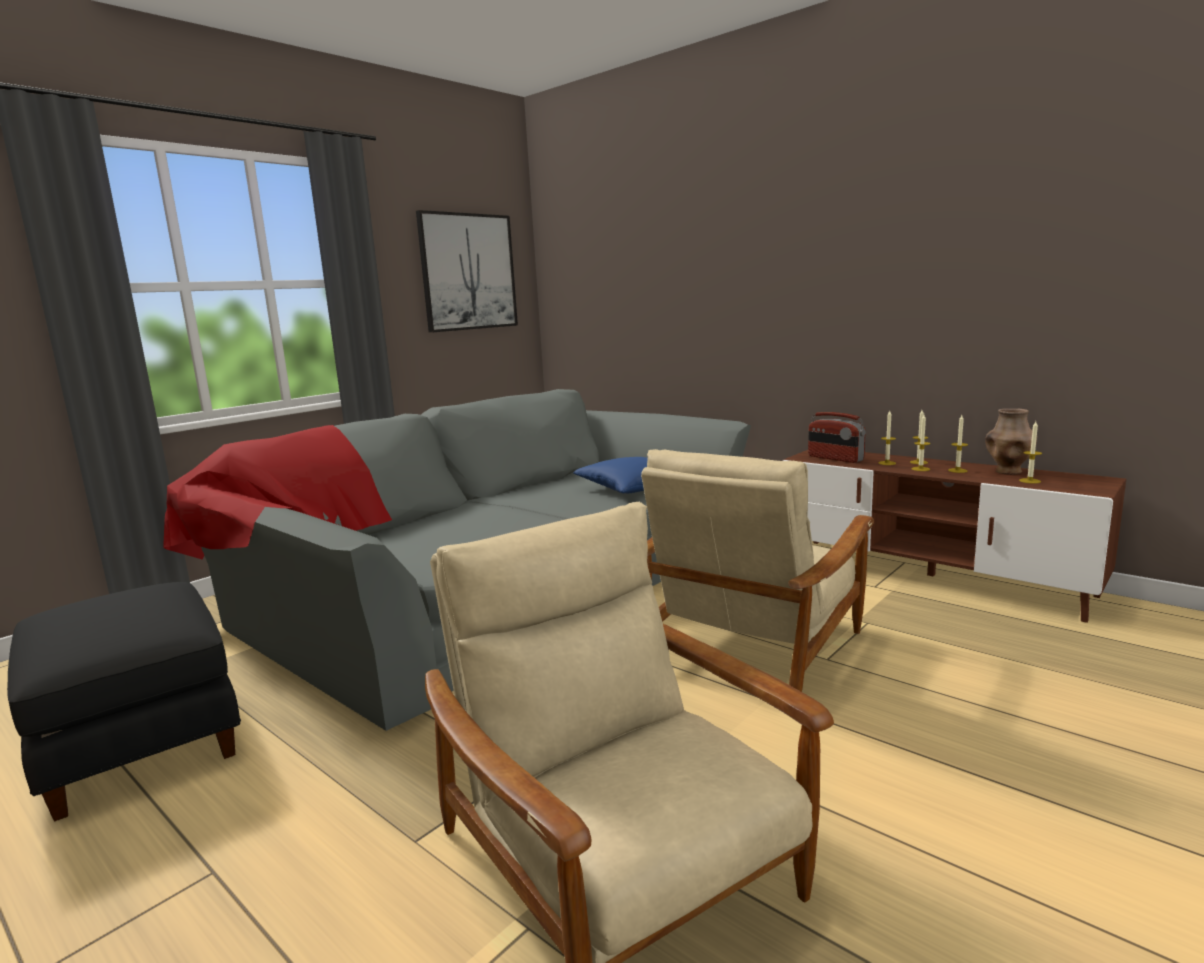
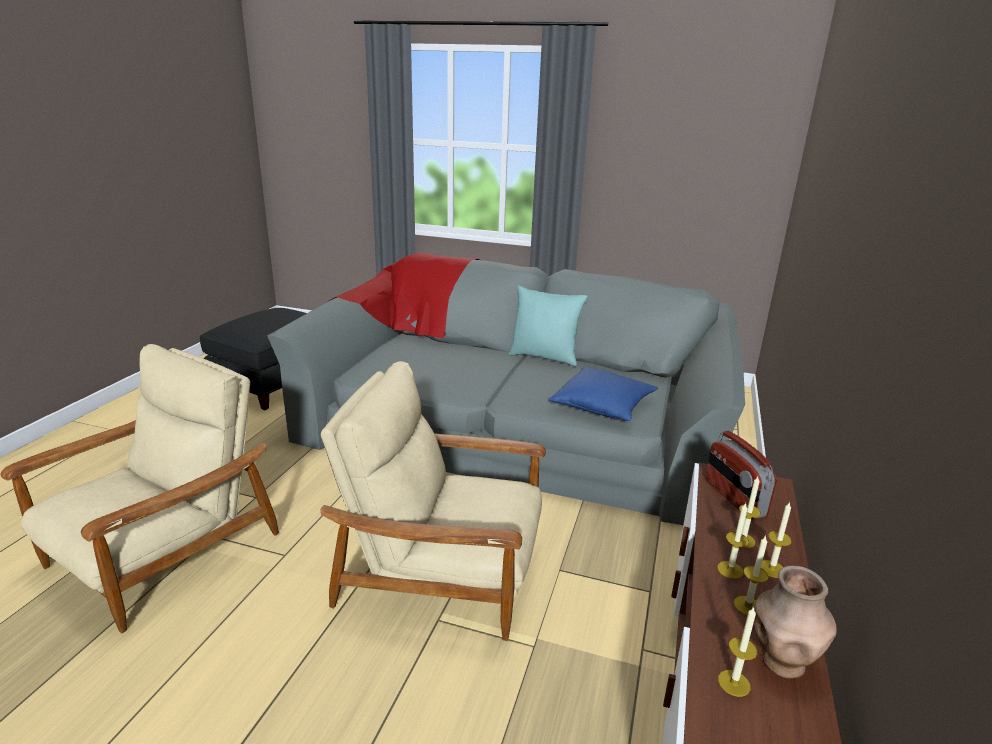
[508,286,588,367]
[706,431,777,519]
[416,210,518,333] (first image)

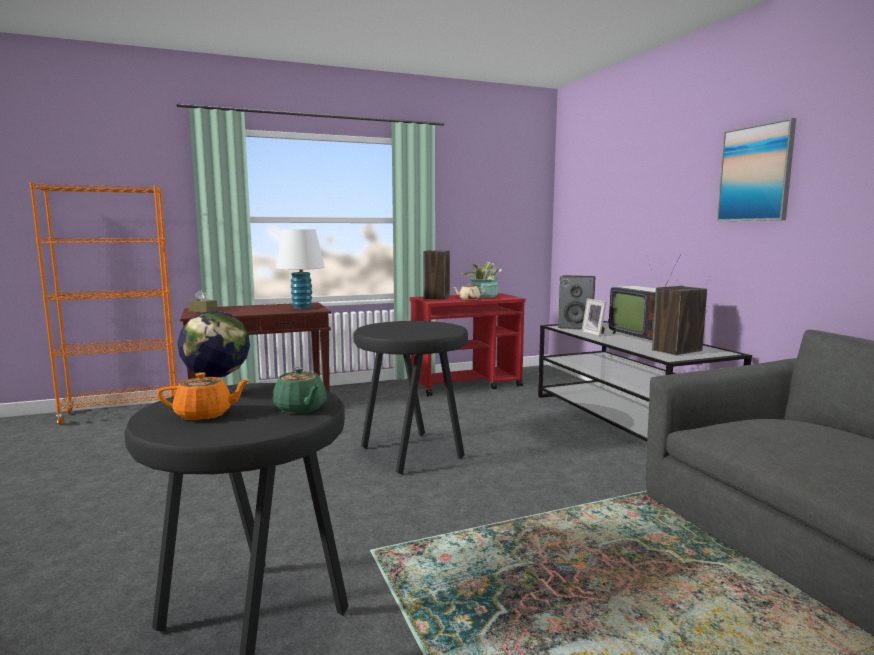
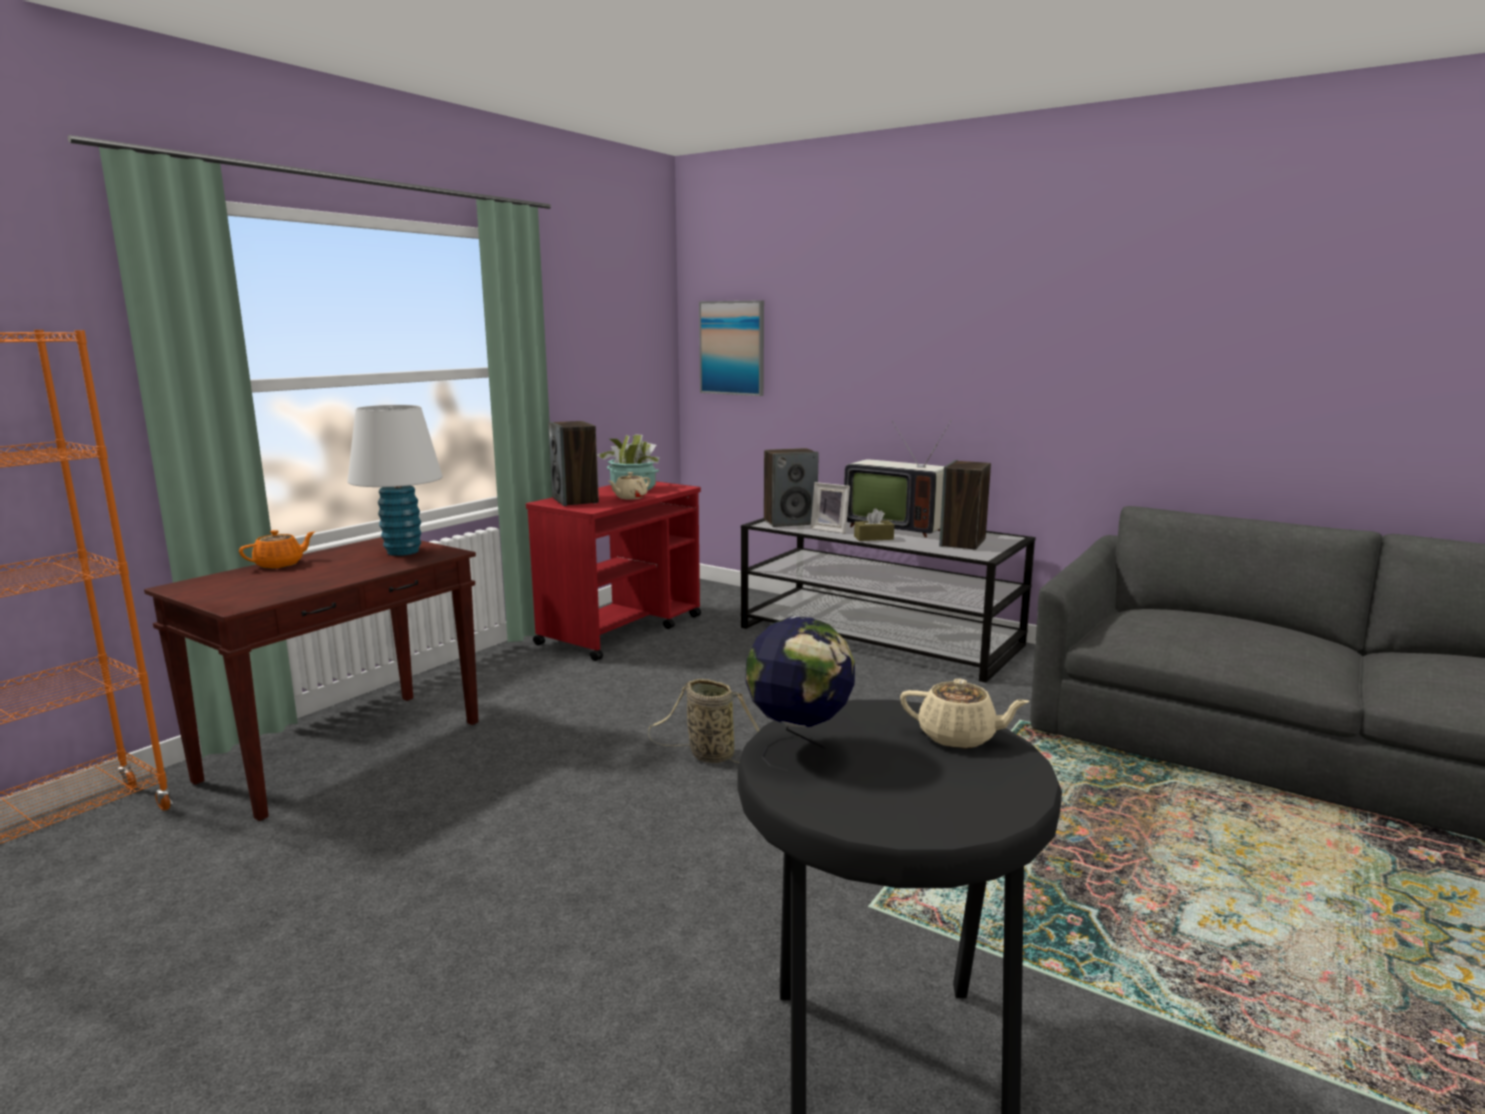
[239,530,315,569]
[648,679,760,763]
[699,300,764,396]
[854,508,894,541]
[900,678,1030,748]

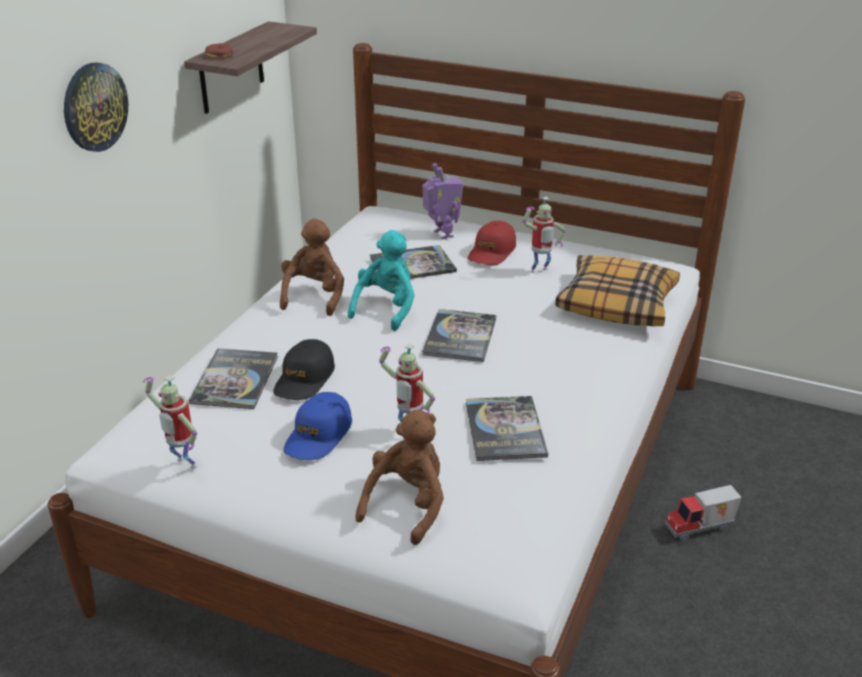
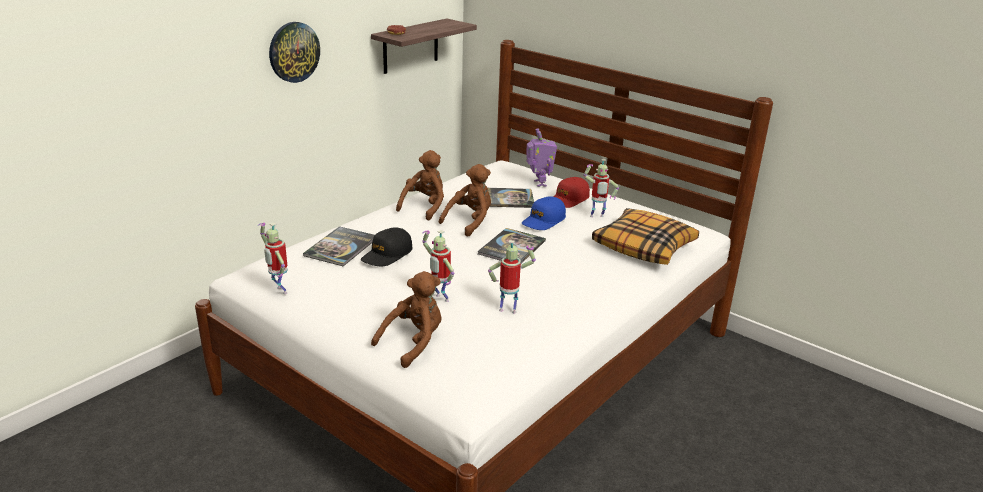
[439,164,491,237]
[488,240,536,314]
[522,196,566,230]
[665,485,742,541] (first image)

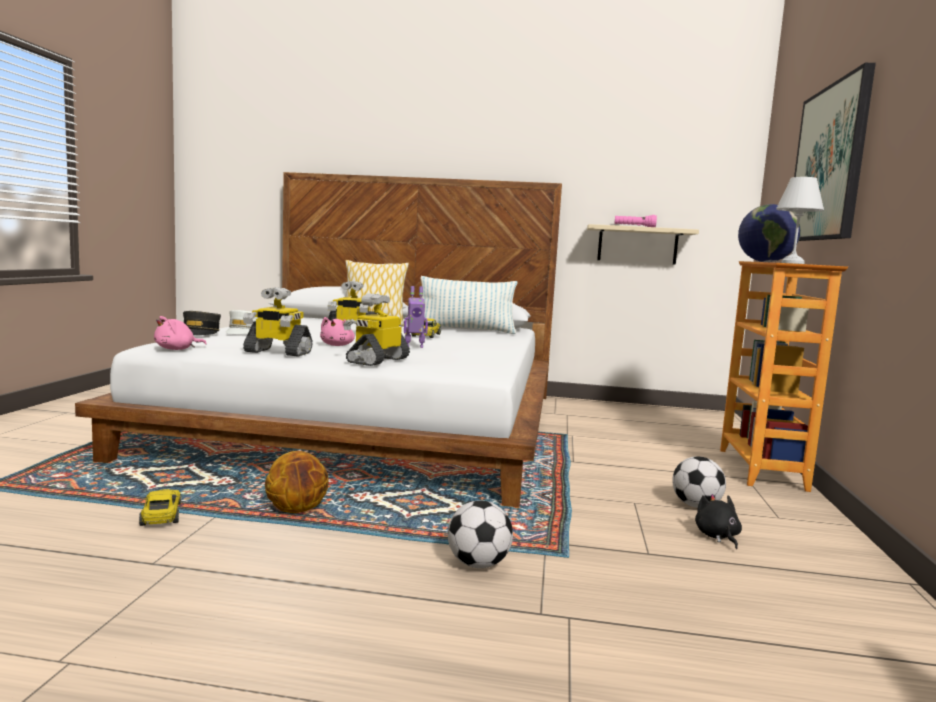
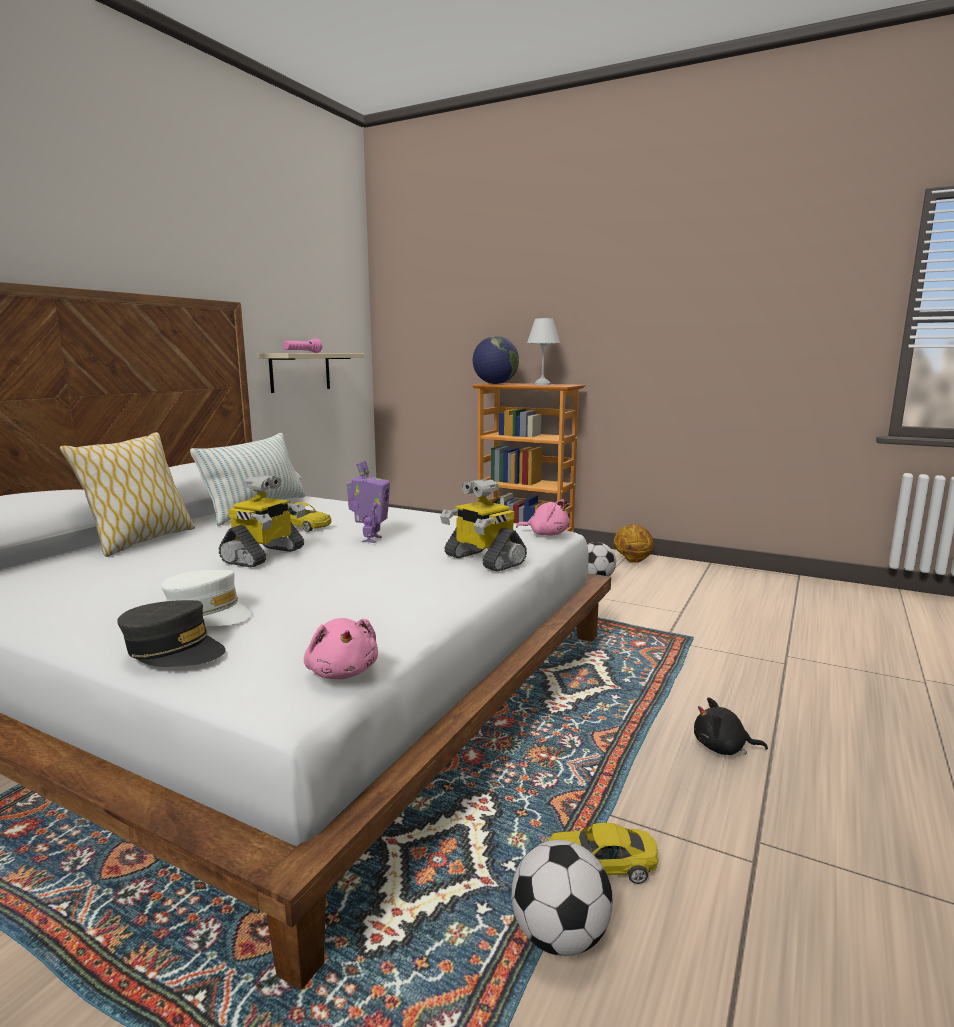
[511,840,613,956]
[516,499,570,536]
[614,524,653,563]
[694,697,768,755]
[243,288,313,357] (first image)
[792,63,876,241] (first image)

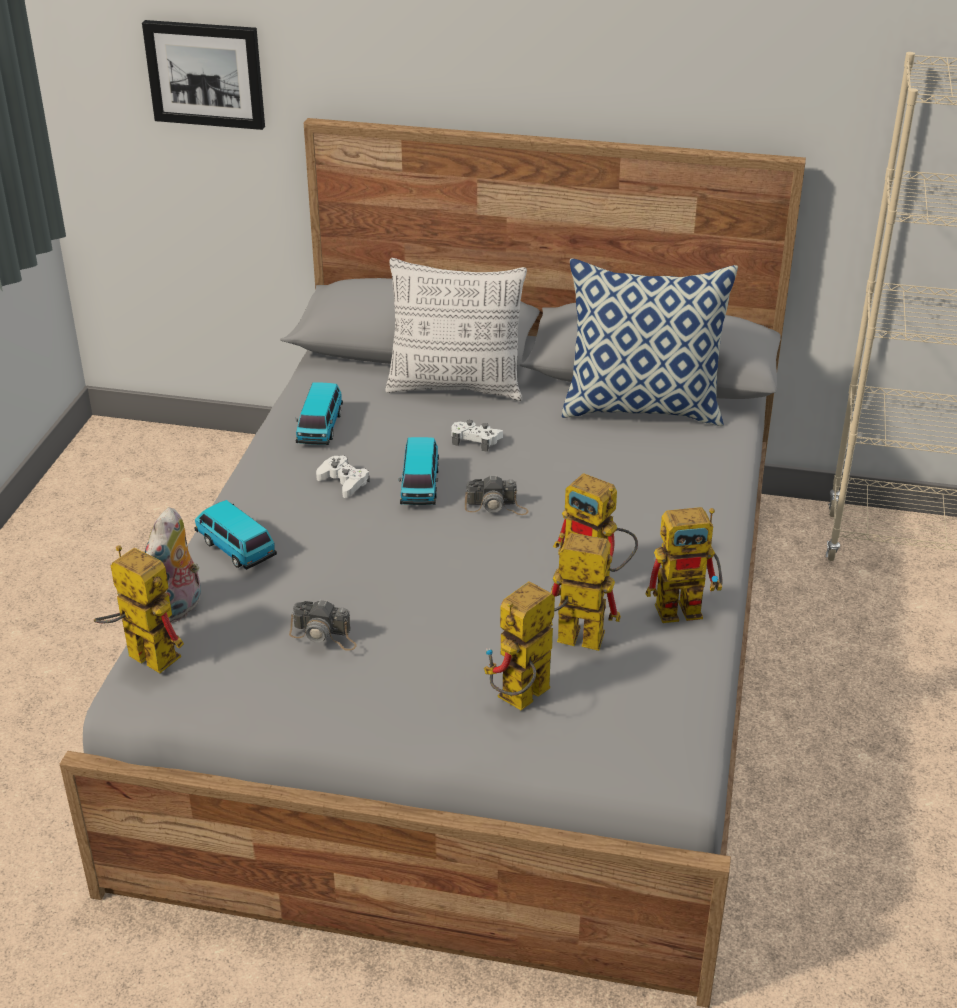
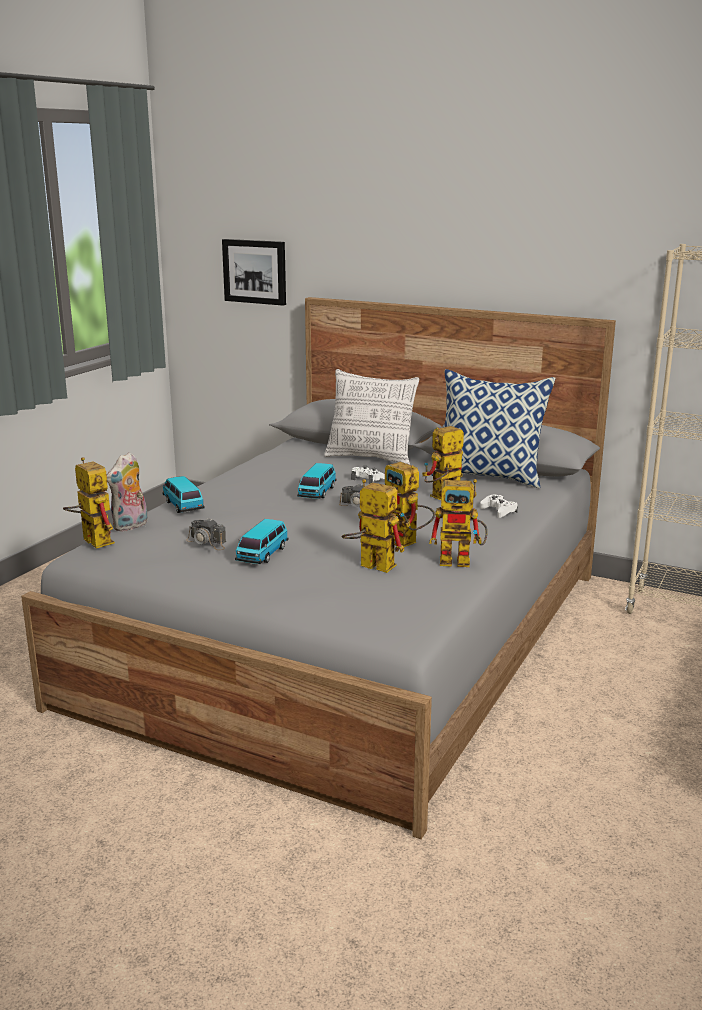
[235,519,289,564]
[422,426,464,500]
[480,495,518,518]

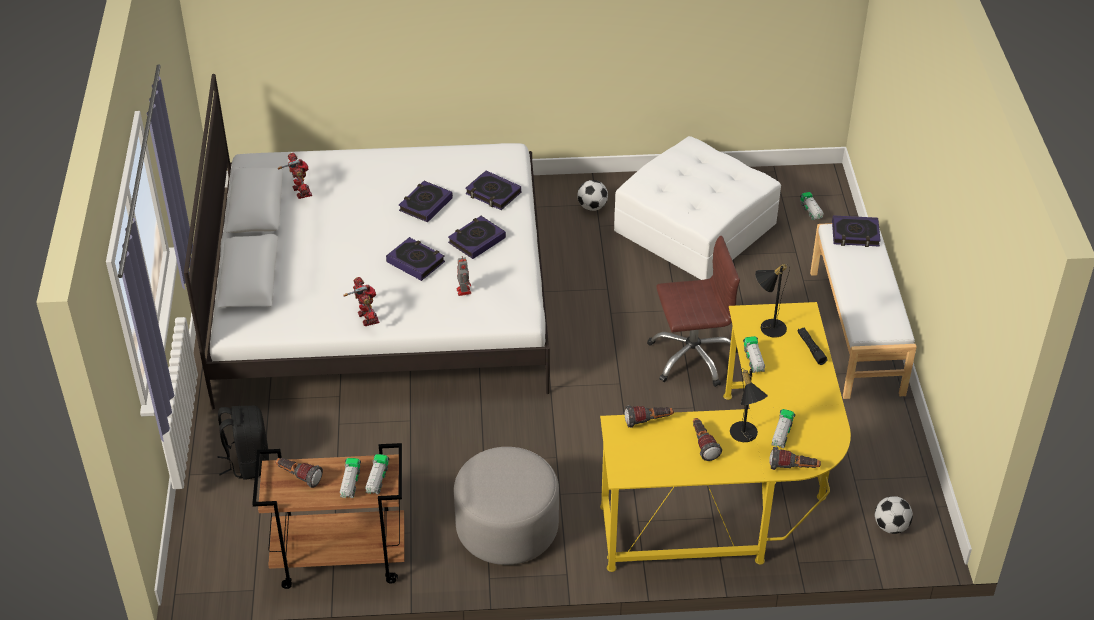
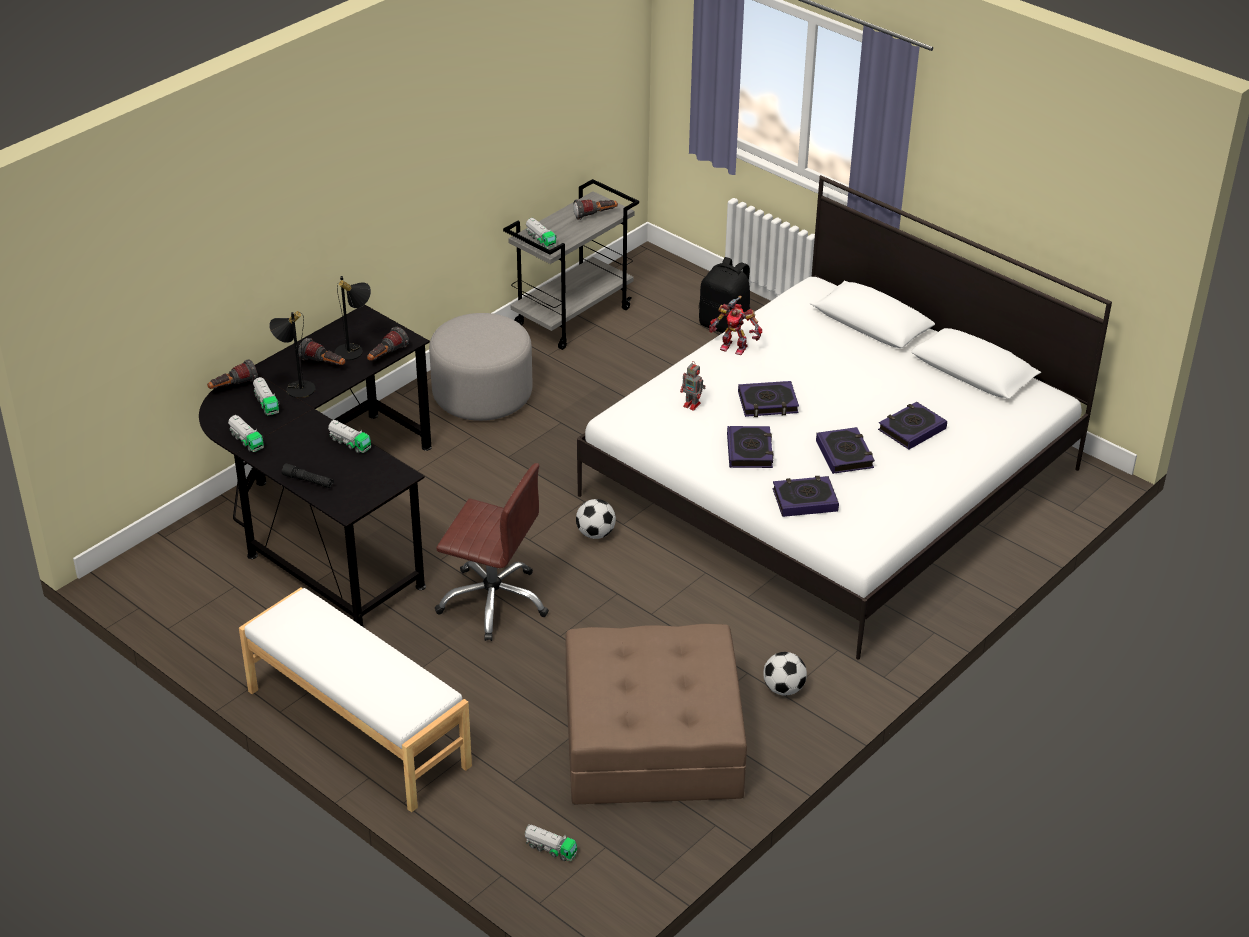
[199,305,432,628]
[228,415,264,452]
[334,276,371,360]
[435,463,549,641]
[503,179,639,350]
[565,624,747,804]
[576,499,616,539]
[878,402,947,450]
[278,152,312,199] (first image)

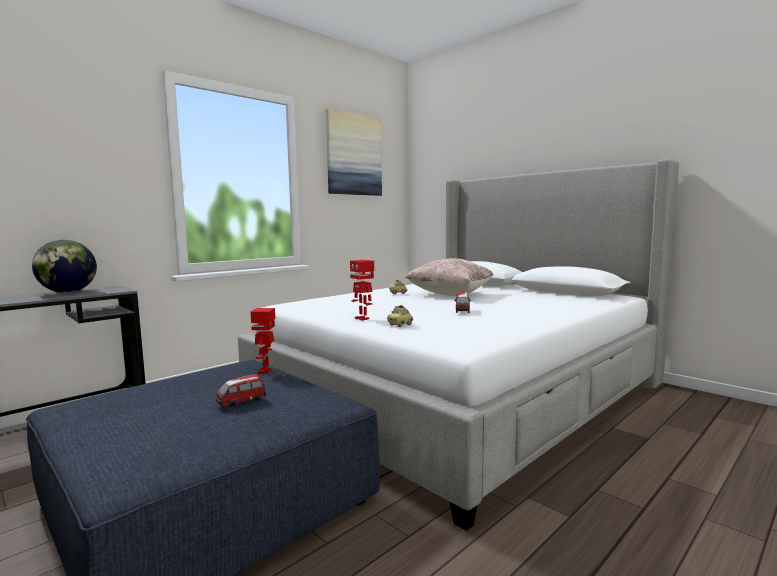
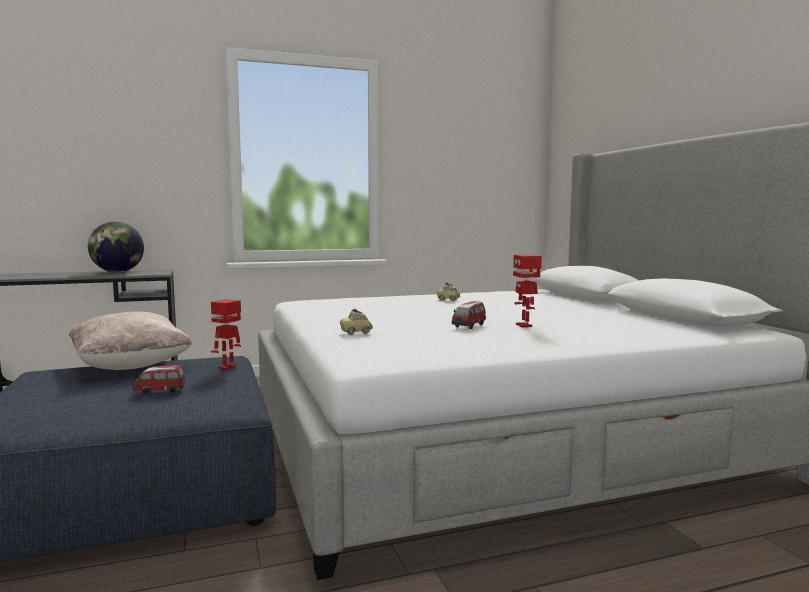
[69,312,192,370]
[513,255,542,327]
[326,108,382,196] (first image)

